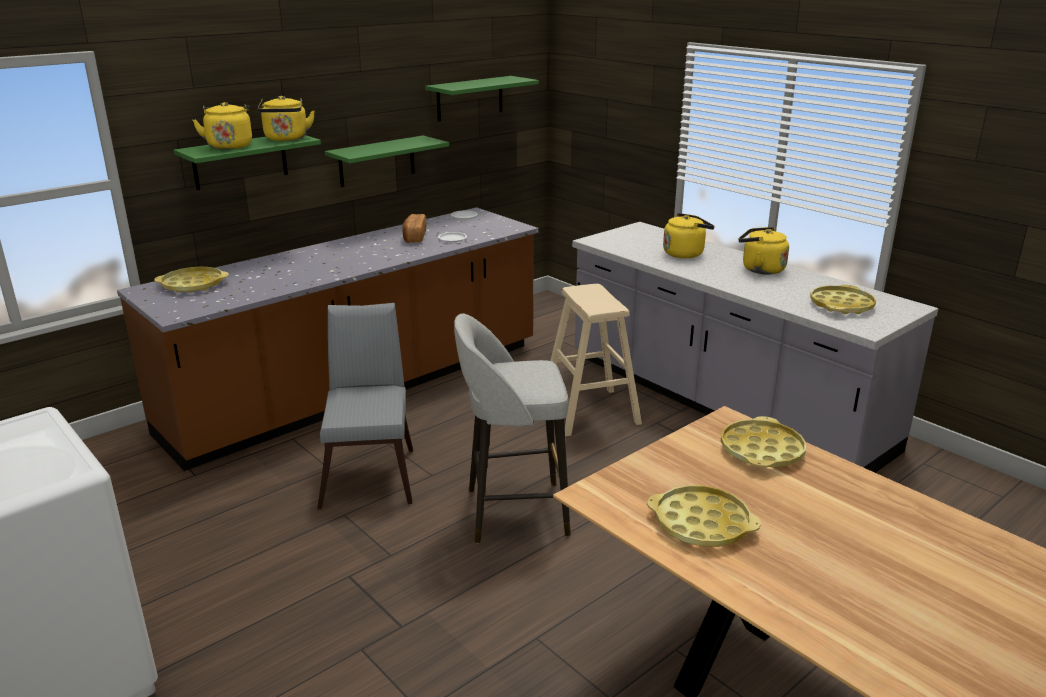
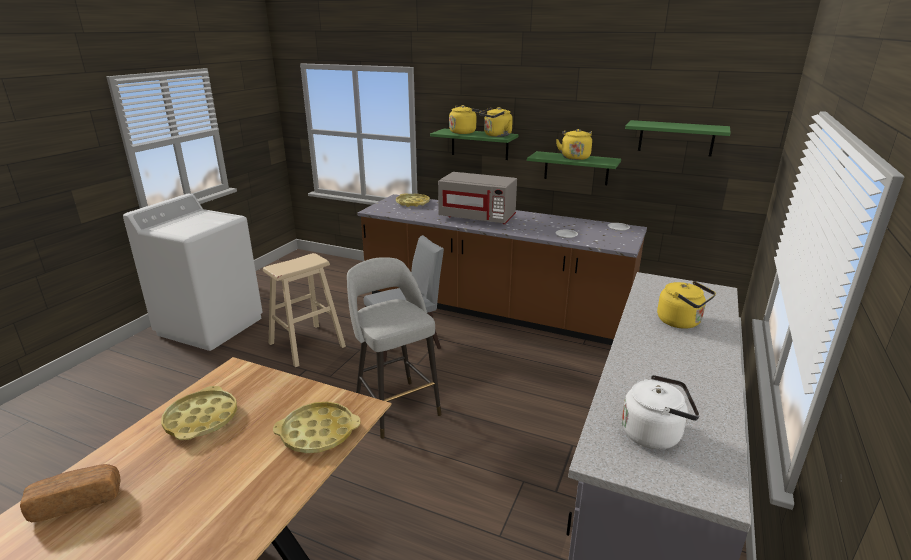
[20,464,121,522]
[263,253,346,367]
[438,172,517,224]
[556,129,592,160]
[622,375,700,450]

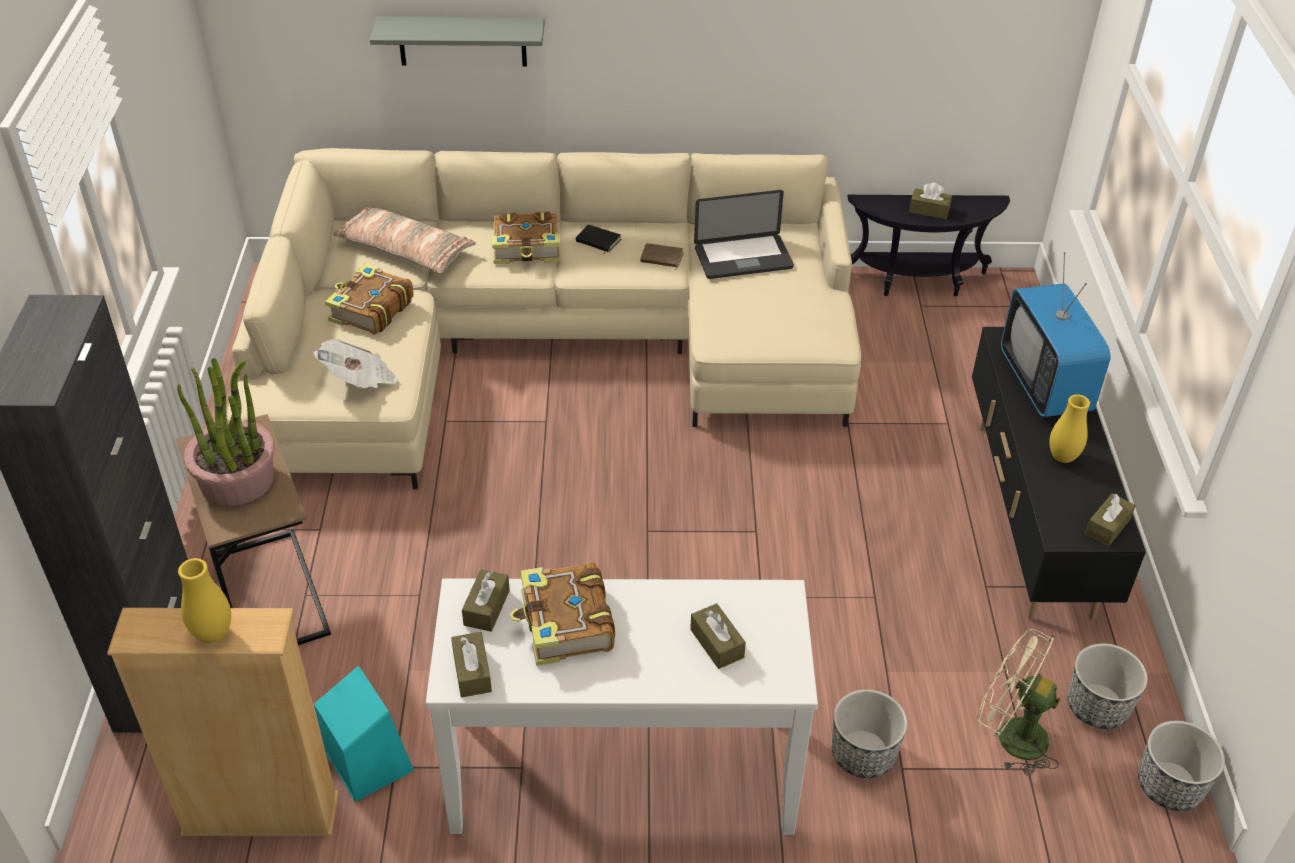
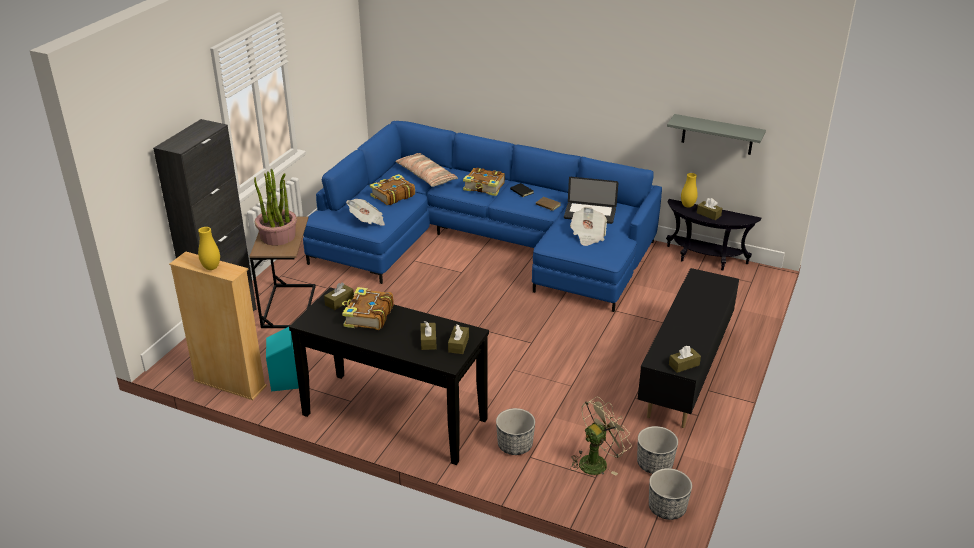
[289,287,489,465]
[303,121,662,312]
[448,324,469,354]
[570,207,607,246]
[570,397,631,476]
[667,114,766,155]
[681,173,698,208]
[1001,252,1111,417] (first image)

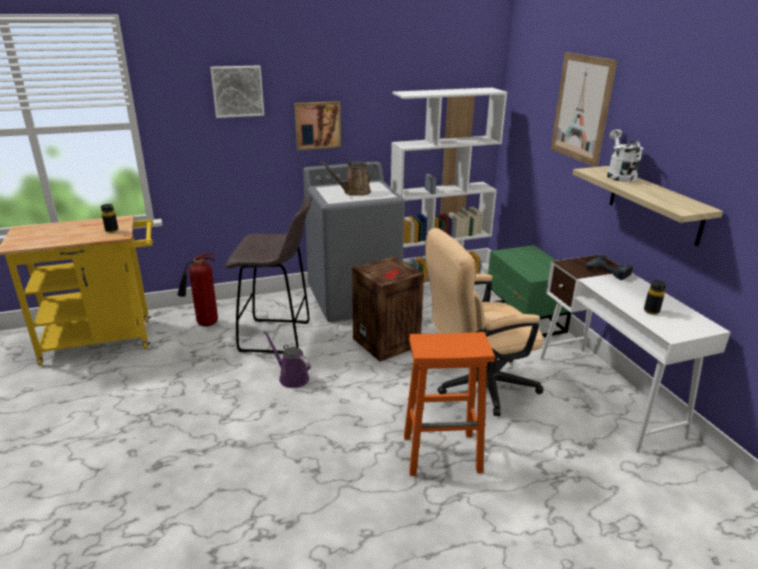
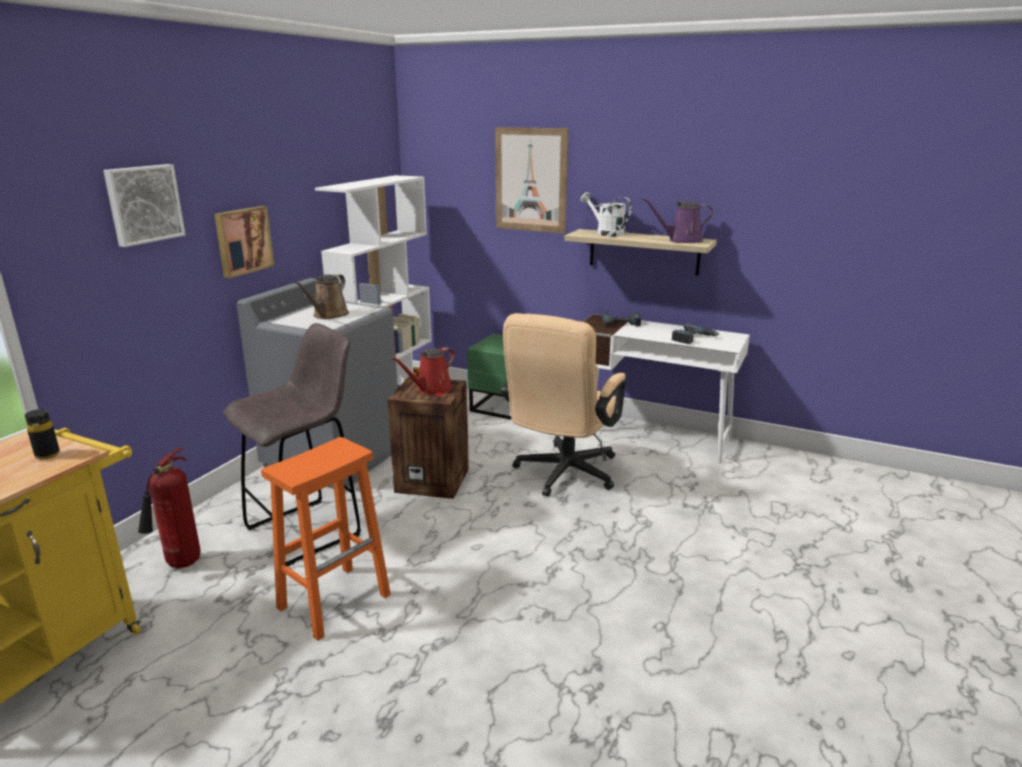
[261,437,391,641]
[391,347,455,394]
[643,198,714,243]
[672,324,719,344]

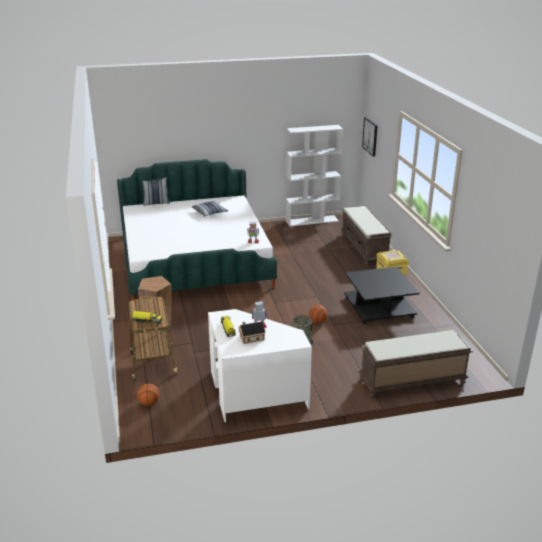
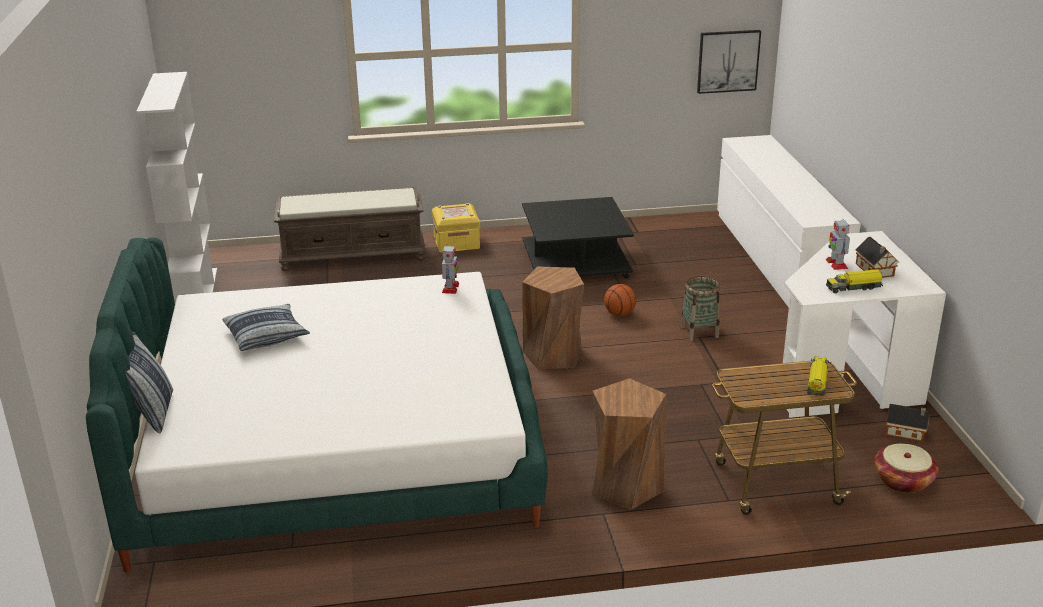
[522,266,584,370]
[697,30,761,94]
[717,135,861,307]
[874,444,938,493]
[886,404,930,442]

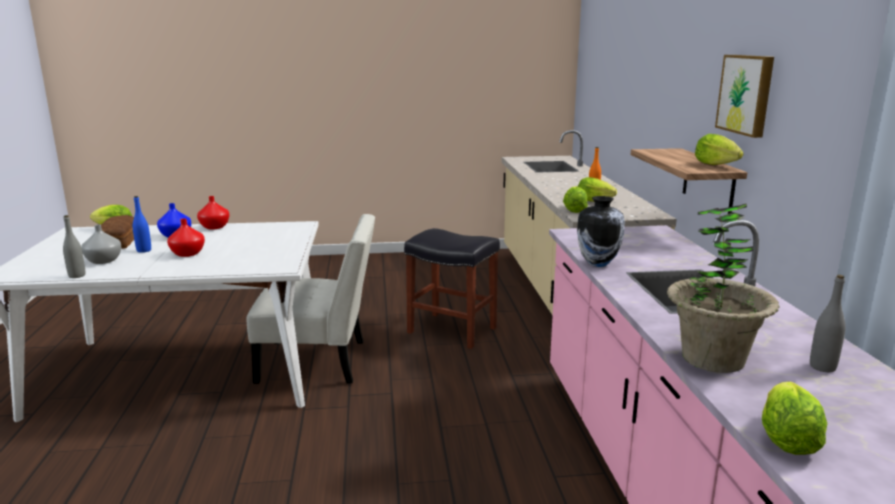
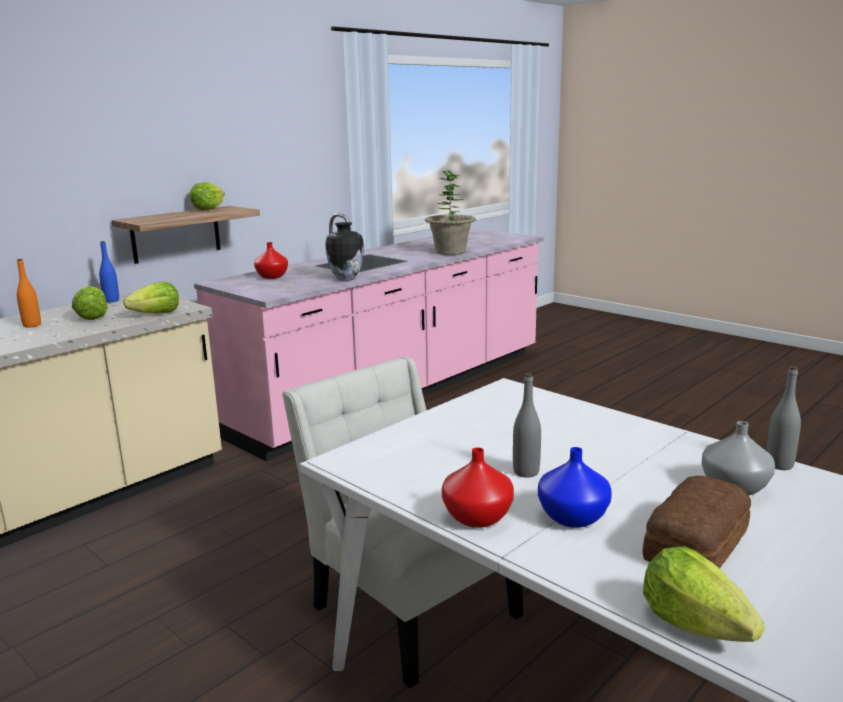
[99,241,119,303]
[254,242,288,279]
[513,373,541,478]
[404,228,500,349] (first image)
[715,55,774,138] (first image)
[762,381,827,455] (first image)

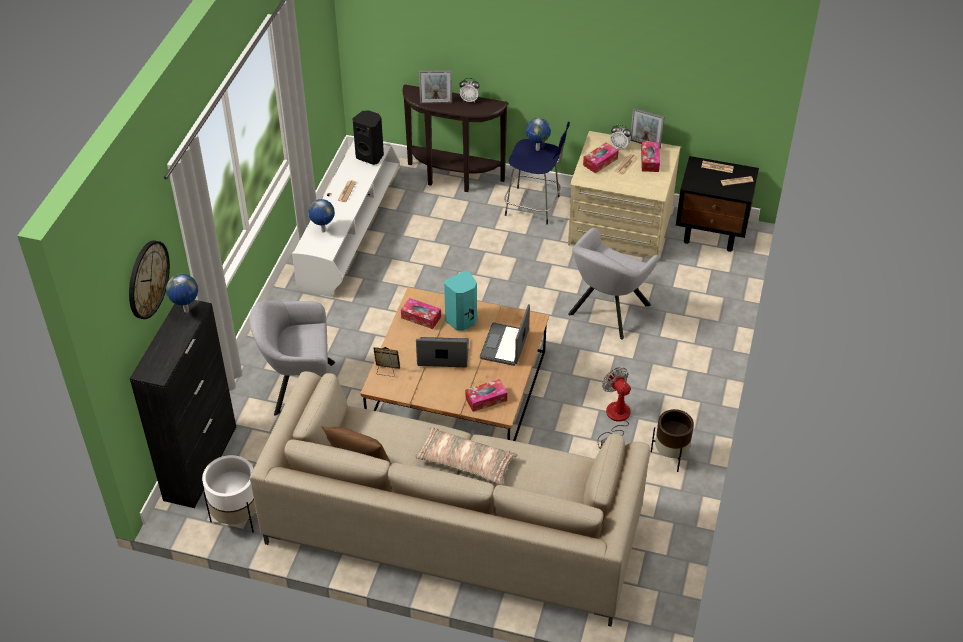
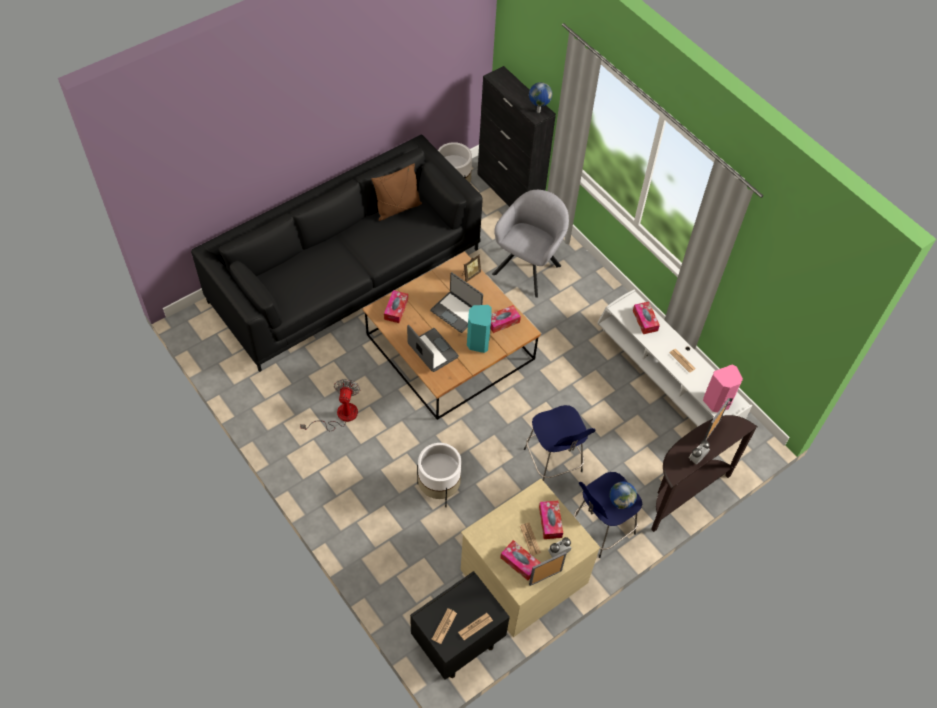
[191,135,483,372]
[300,379,360,431]
[417,443,462,507]
[430,272,483,333]
[524,405,595,481]
[633,302,660,334]
[703,365,743,413]
[129,240,170,319] (first image)
[415,427,517,485] (first image)
[651,409,694,472] (first image)

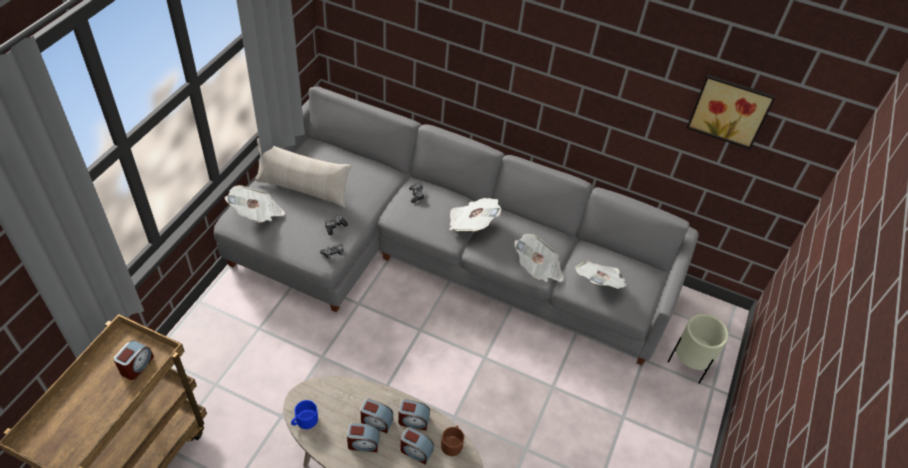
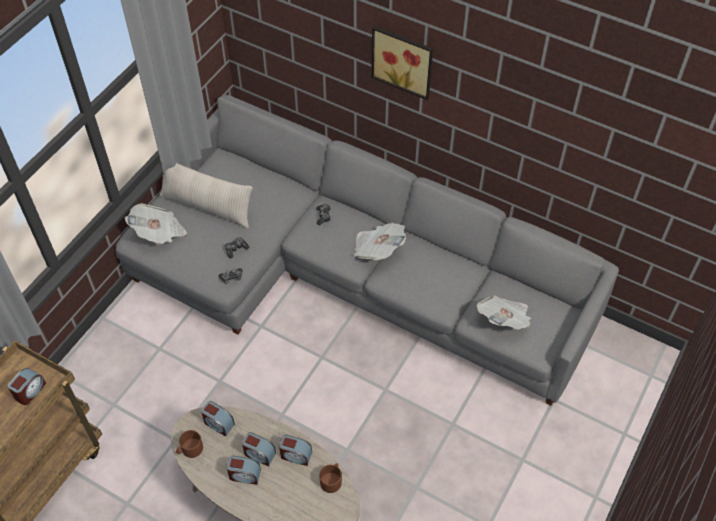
[176,430,203,458]
[201,401,235,436]
[371,26,433,100]
[515,234,564,282] (first image)
[668,314,729,384] (first image)

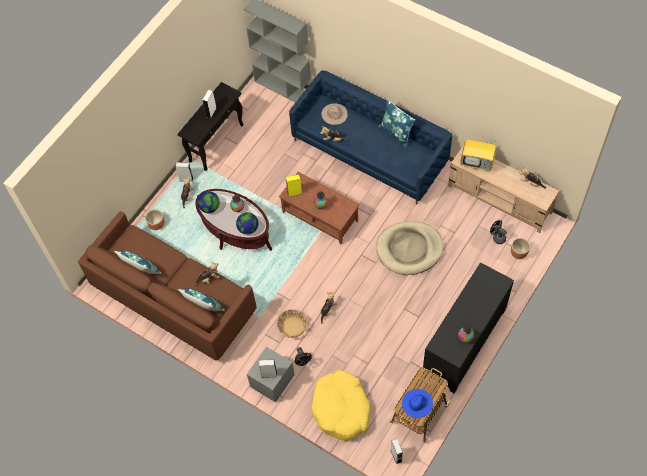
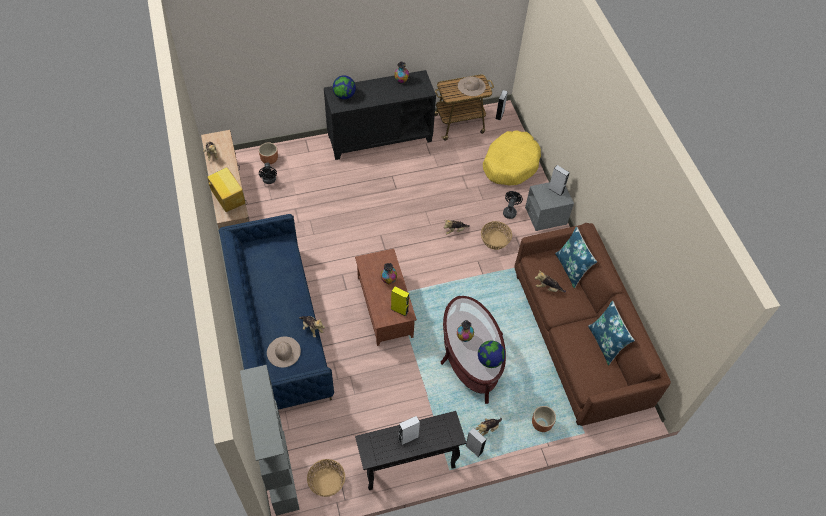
[307,459,345,497]
[332,75,356,99]
[458,77,486,96]
[376,221,443,275] (first image)
[379,100,416,147] (first image)

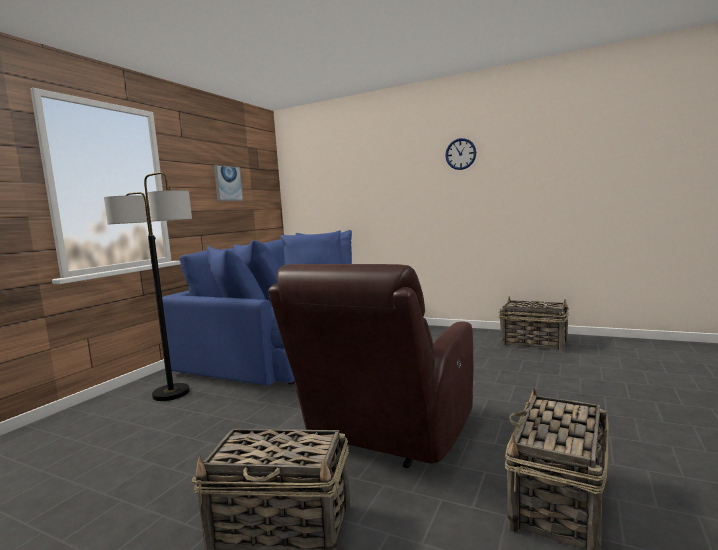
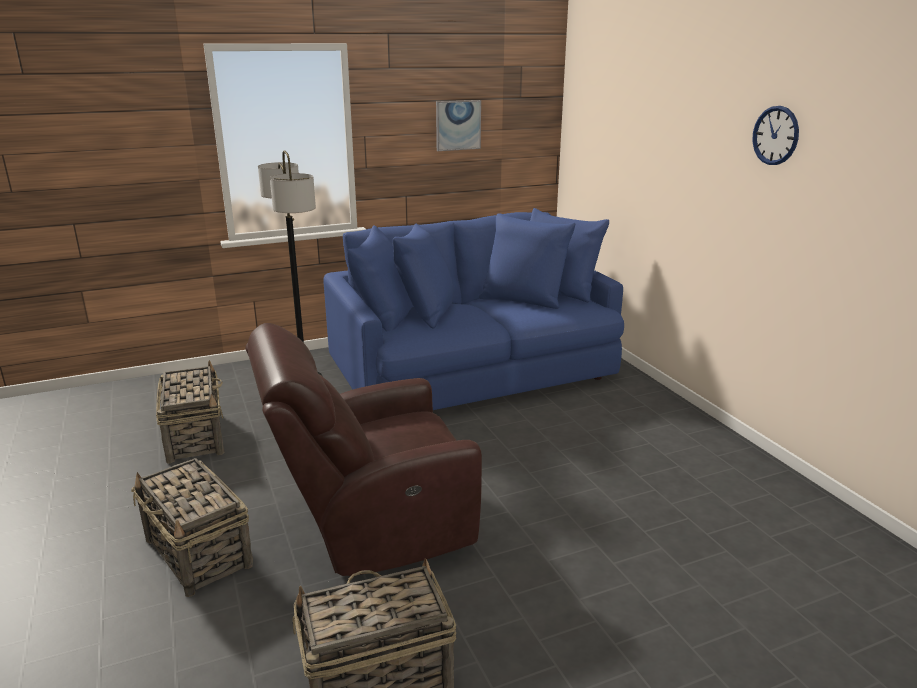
[156,360,224,464]

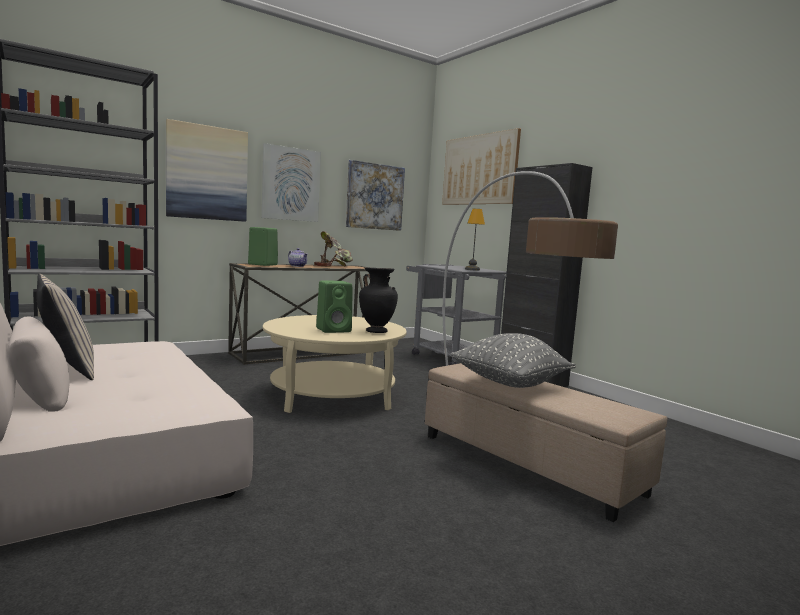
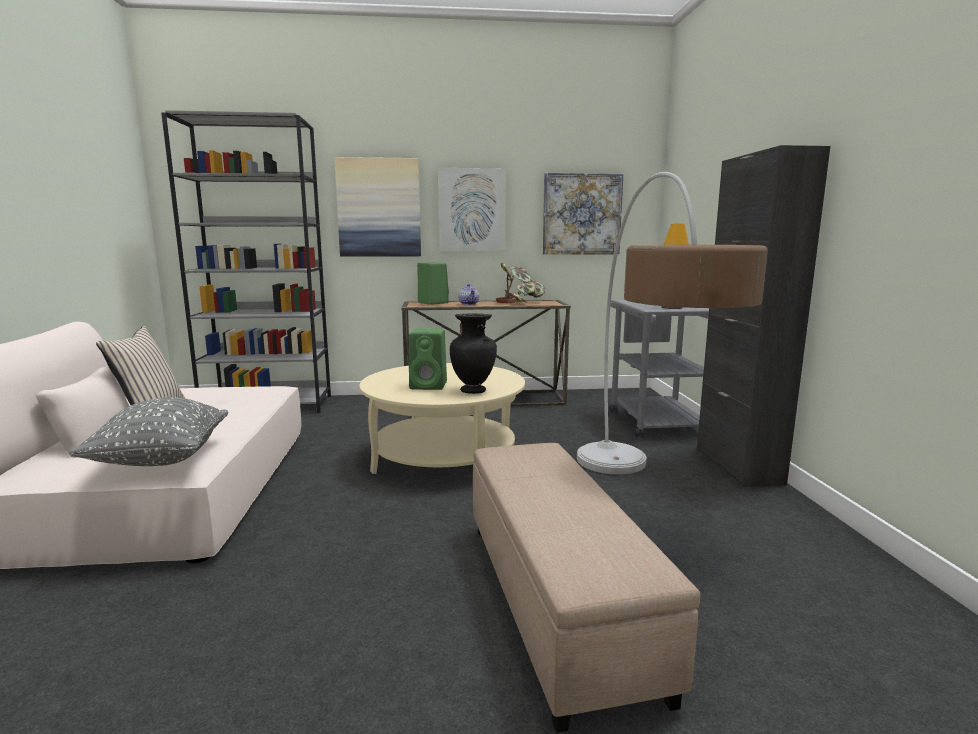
[70,397,228,466]
[442,128,521,205] (first image)

